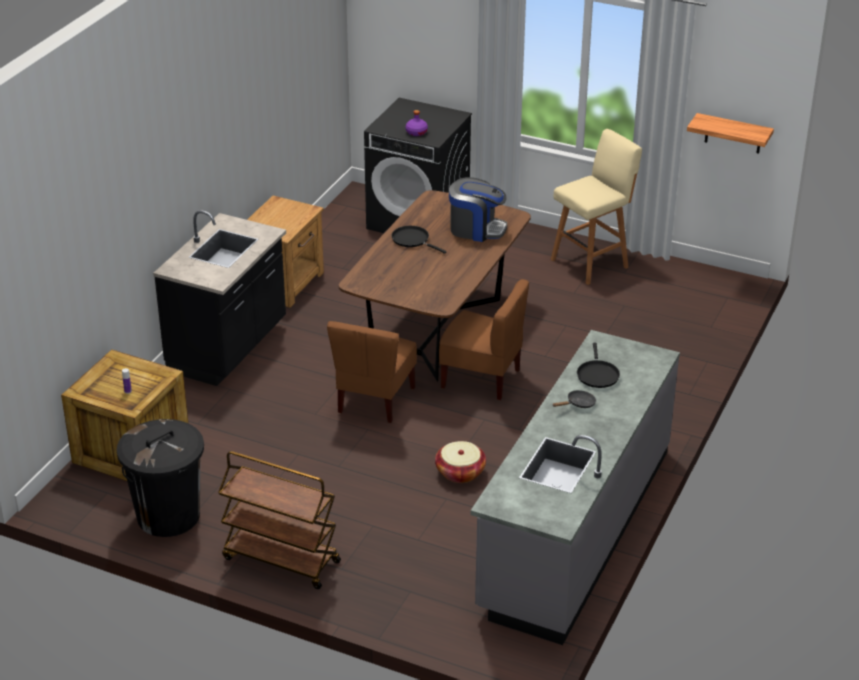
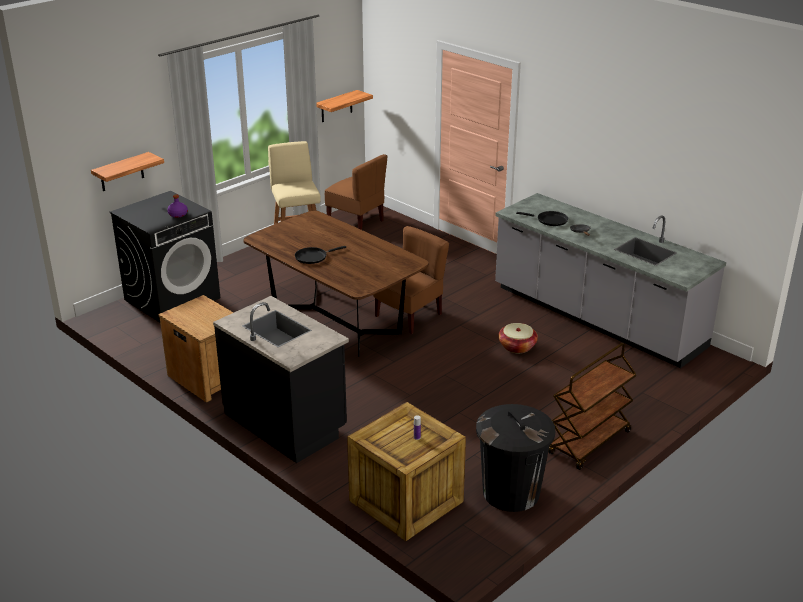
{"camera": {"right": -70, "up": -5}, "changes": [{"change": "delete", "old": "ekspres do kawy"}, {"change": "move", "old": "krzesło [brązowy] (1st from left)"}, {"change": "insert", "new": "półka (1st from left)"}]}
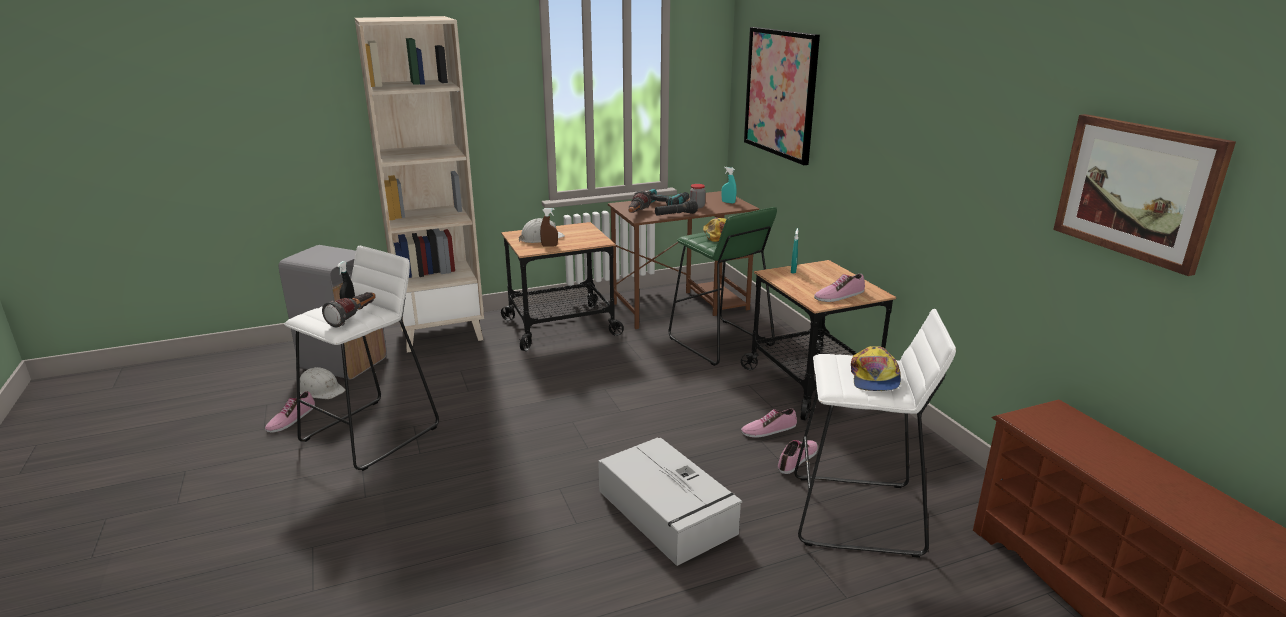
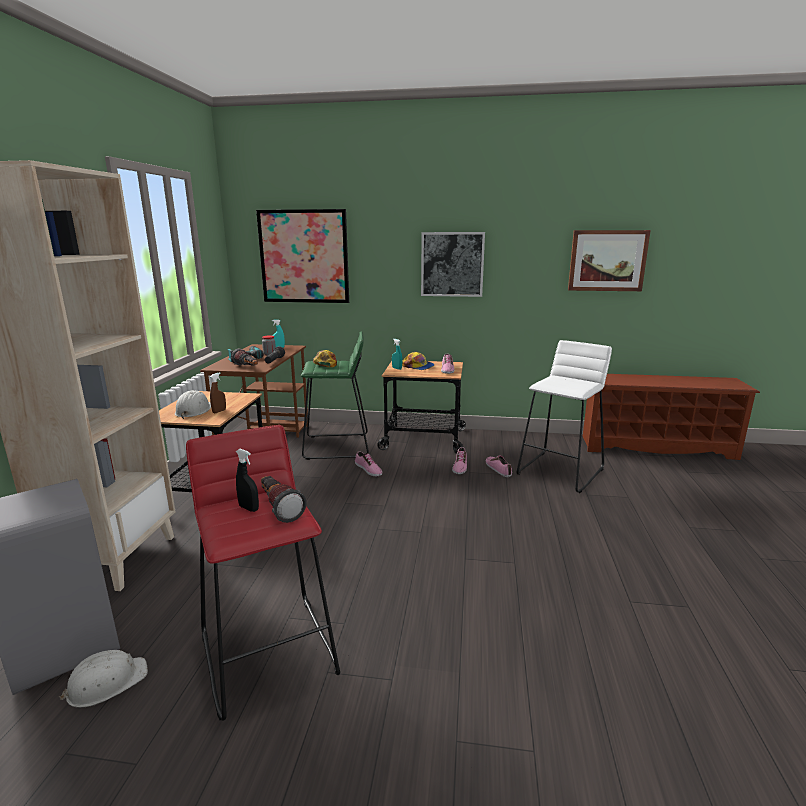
{"camera": {"right": -60, "up": -5}, "changes": [{"change": "recolor", "old": "stołek [biały] (1st from left)", "new": "stołek [czerwony]"}, {"change": "move", "old": "czapka z daszkiem (2nd from left)"}, {"change": "move", "old": "but (1st from left)"}, {"change": "delete", "old": "pojemnik do przechowywania [szary]"}, {"change": "insert", "new": "obraz (2nd from left)"}]}
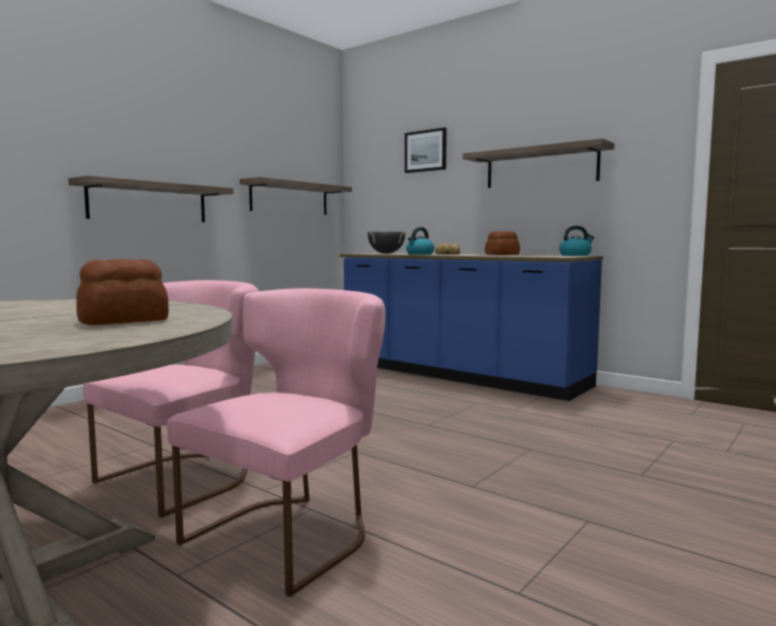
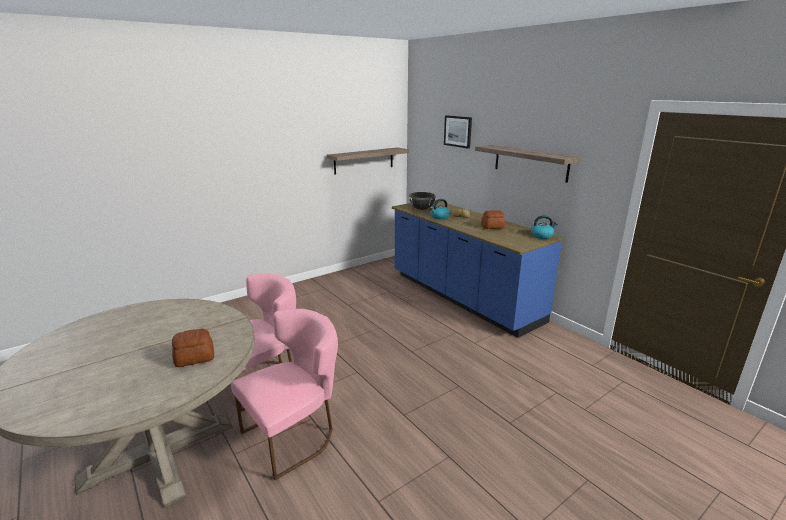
{"camera": {"right": 15, "up": 15}, "changes": [{"change": "delete", "old": "półka (1st from left)"}]}
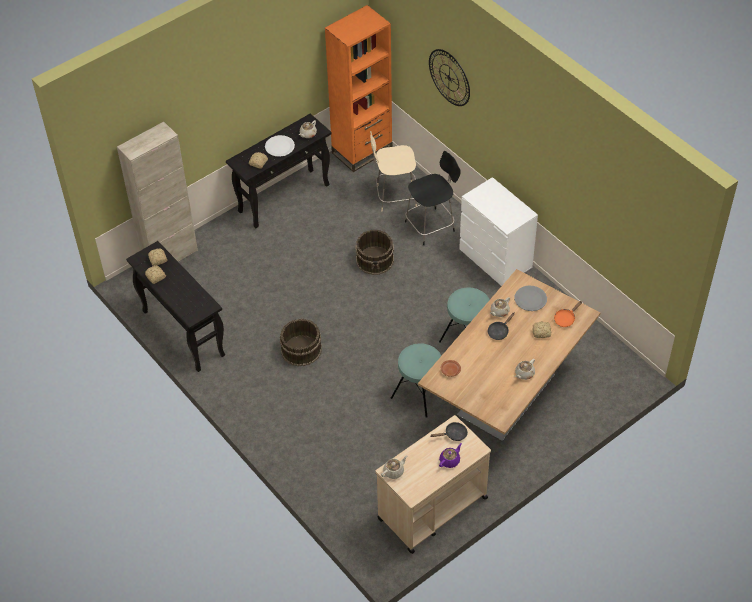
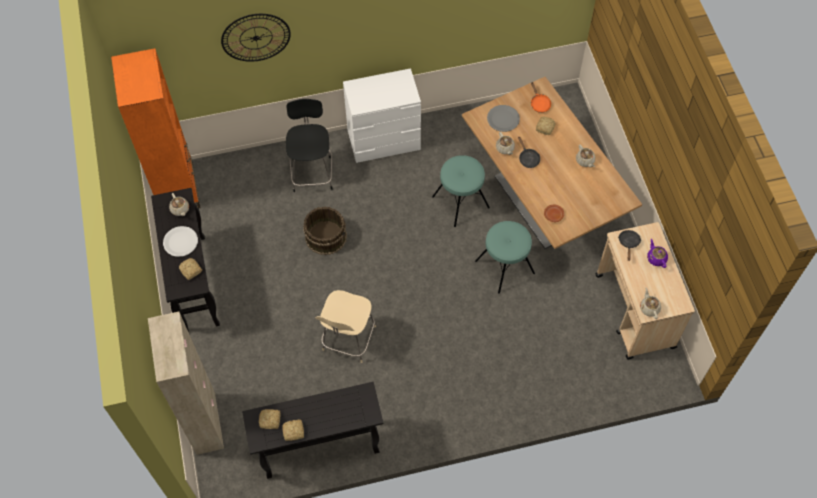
{"camera": {"right": -65, "up": 10}, "changes": [{"change": "move", "old": "krzesło [beżowy]"}, {"change": "delete", "old": "wiadro [brązowy] (1st from left)"}]}
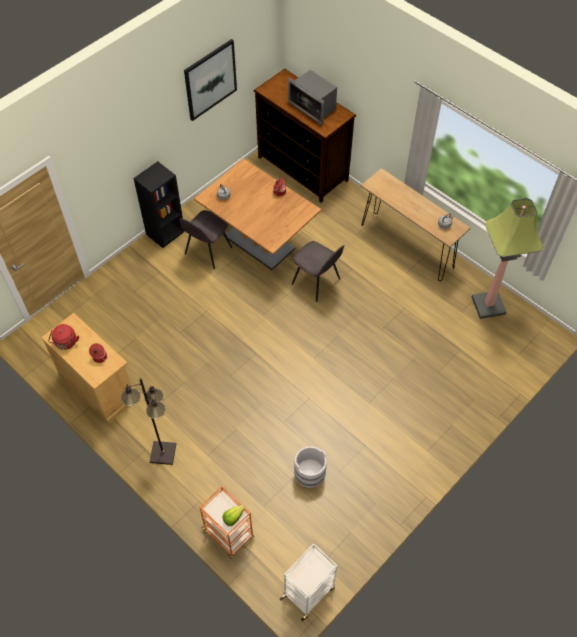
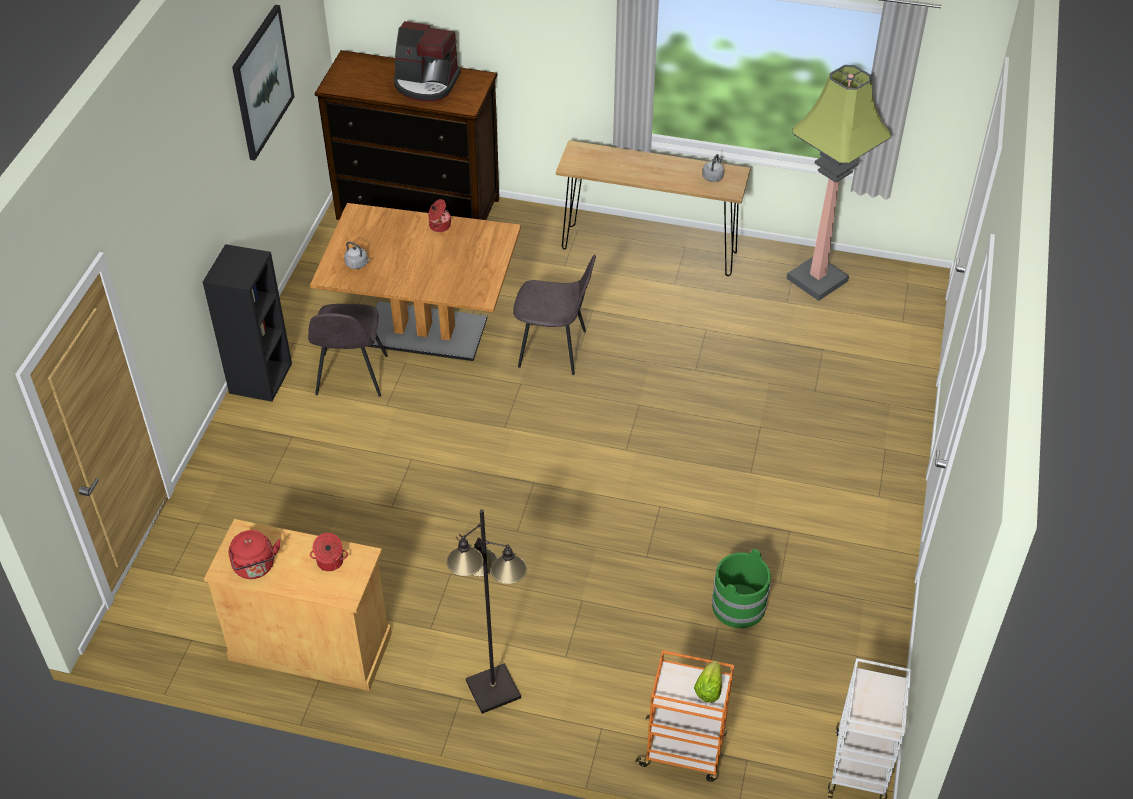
{"camera": {"right": -30, "up": -10}, "changes": [{"change": "replace", "old": "mikrofalówka", "new": "ekspres do kawy"}, {"change": "recolor", "old": "wiadro [biały]", "new": "wiadro [zielony]"}]}
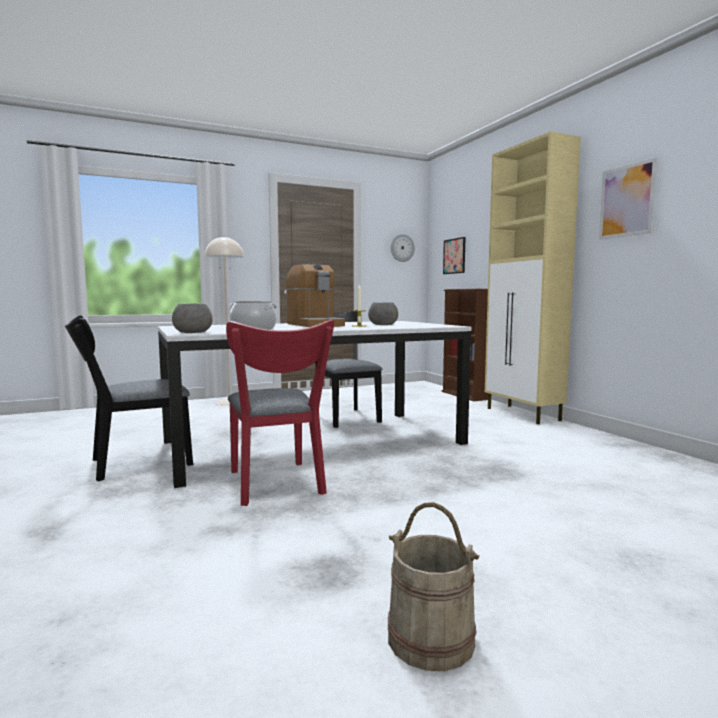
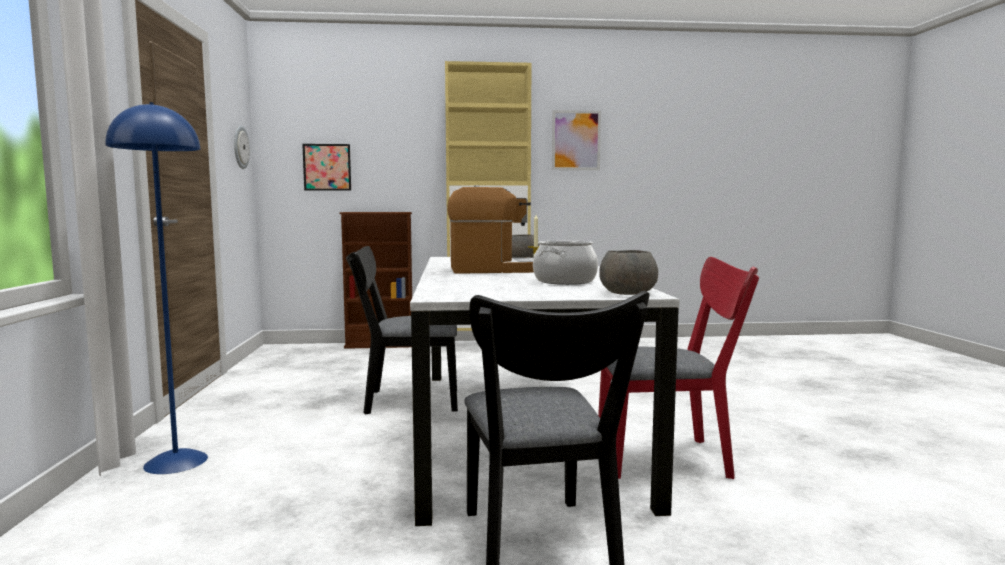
{"camera": {"right": -70, "up": 0}, "changes": [{"change": "recolor", "old": "lampa stojąca [beżowy]", "new": "lampa stojąca [niebieski]"}, {"change": "delete", "old": "wiadro [beżowy]"}]}
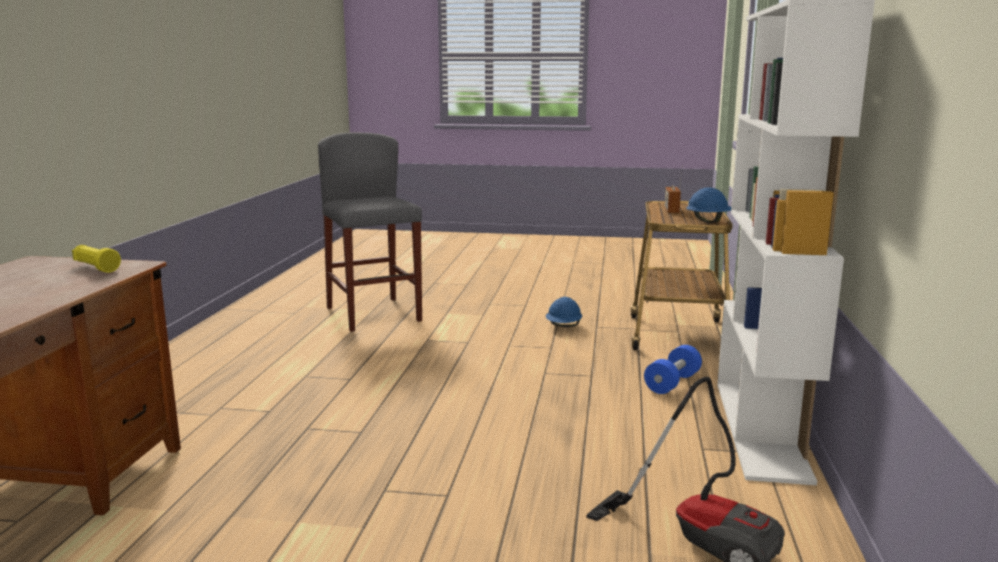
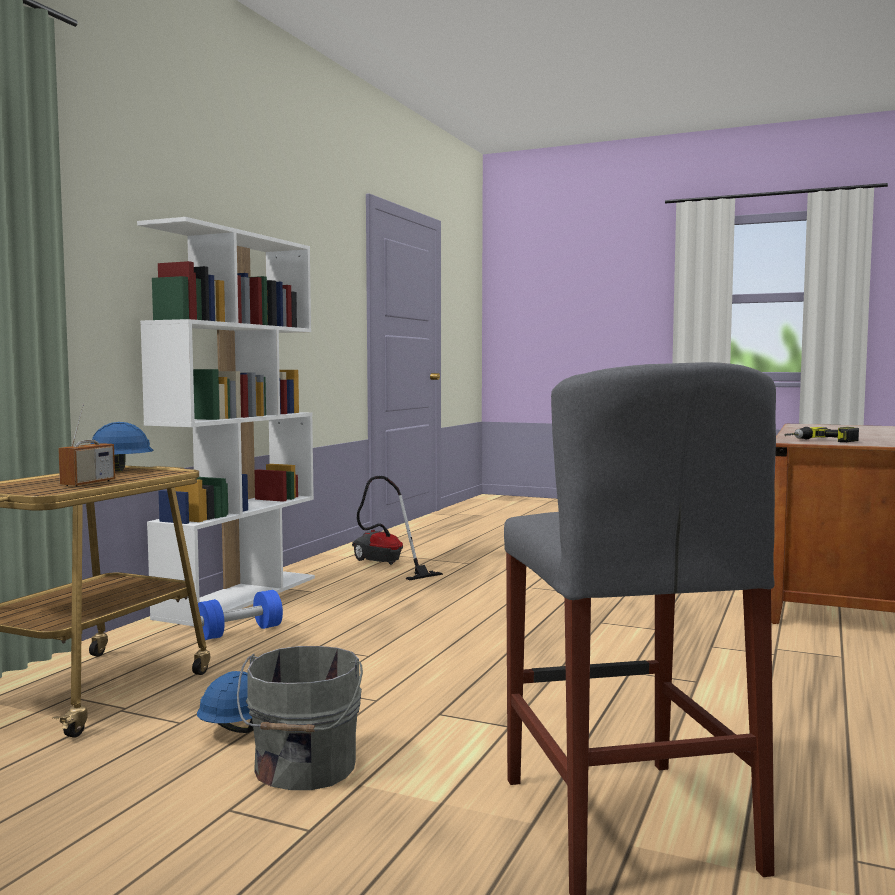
{"camera": {"right": -165, "up": -10}, "changes": [{"change": "replace", "old": "latarka [żółty]", "new": "wiertarka"}, {"change": "insert", "new": "wiadro [szary]"}]}
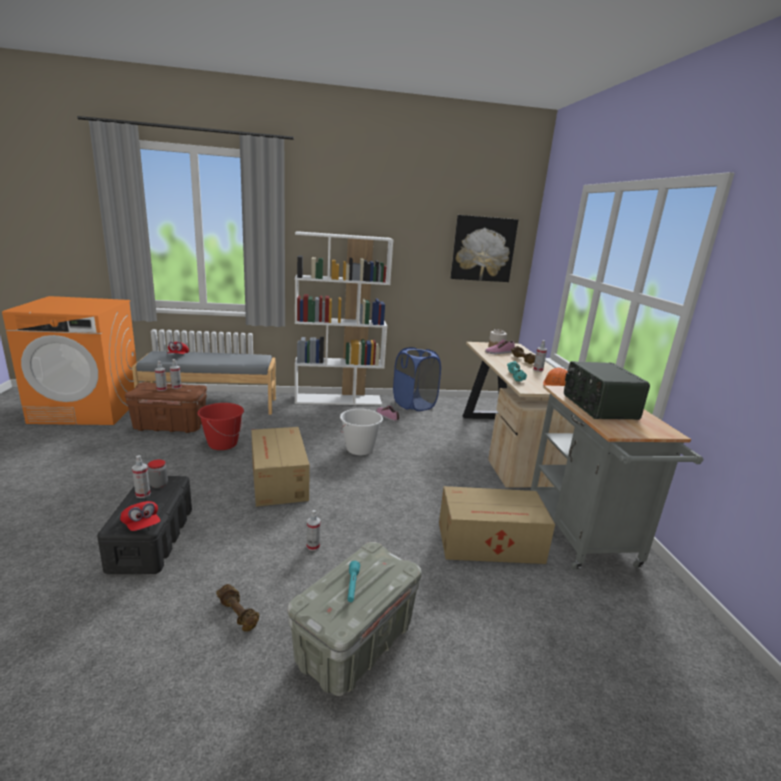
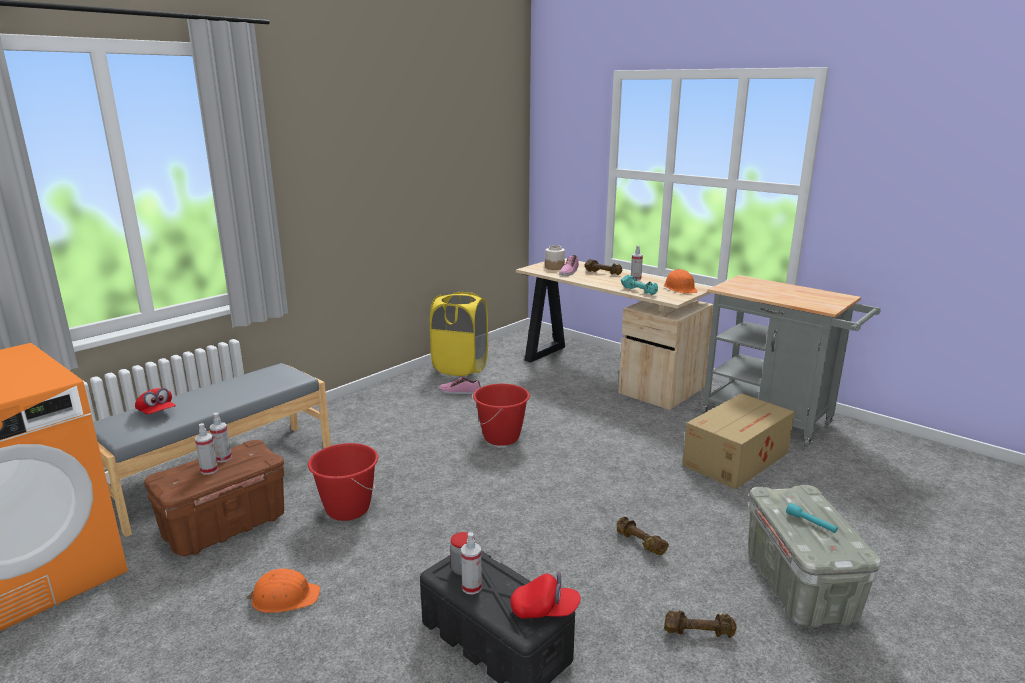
{"camera": {"right": -40, "up": 0}, "changes": [{"change": "delete", "old": "obraz"}, {"change": "delete", "old": "regał [biały]"}, {"change": "recolor", "old": "kosz na pranie [niebieski]", "new": "kosz na pranie [żółty]"}, {"change": "delete", "old": "radio"}, {"change": "recolor", "old": "wiadro [biały]", "new": "wiadro [czerwony] (2nd from left)"}, {"change": "delete", "old": "karton (1st from left)"}, {"change": "replace", "old": "spryskiwacz (4th from left)", "new": "hantel [brązowy] (2nd from left)"}, {"change": "insert", "new": "kask [pomarańczowy] (1st from left)"}]}
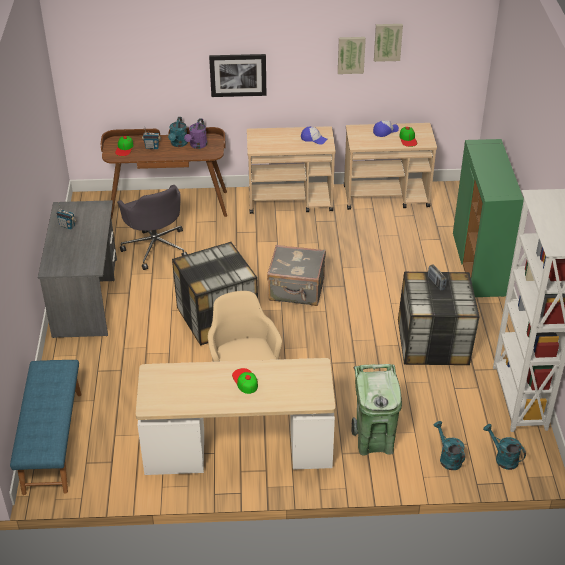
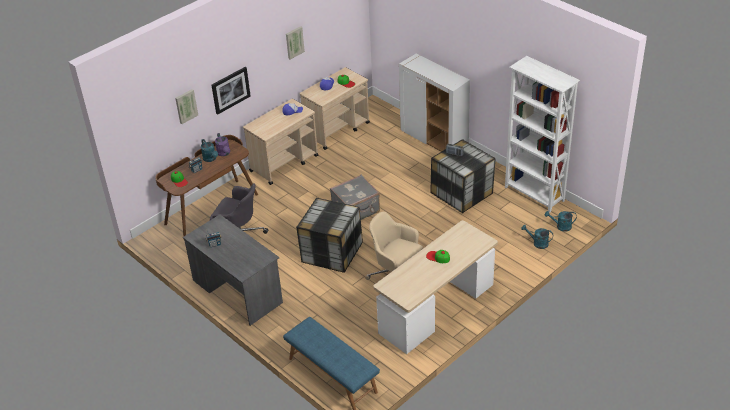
{"camera": {"right": -40, "up": 0}, "changes": [{"change": "move", "old": "obraz (3rd from left in the first image)", "new": "obraz (1st from left)"}, {"change": "recolor", "old": "szafka [zielony]", "new": "szafka [biały]"}, {"change": "delete", "old": "kosz na śmieci [zielony]"}]}
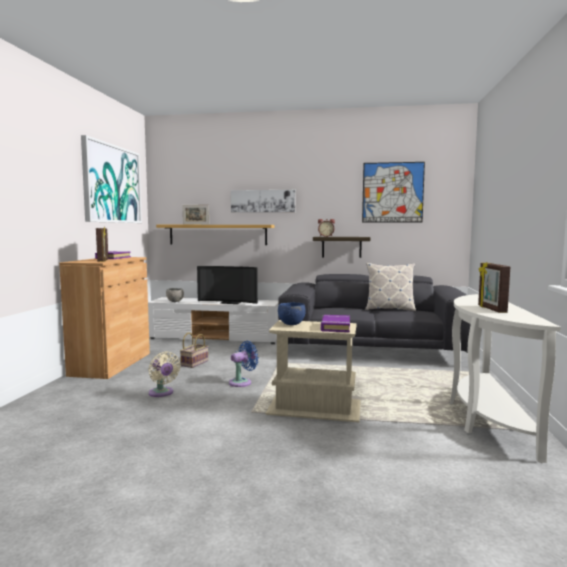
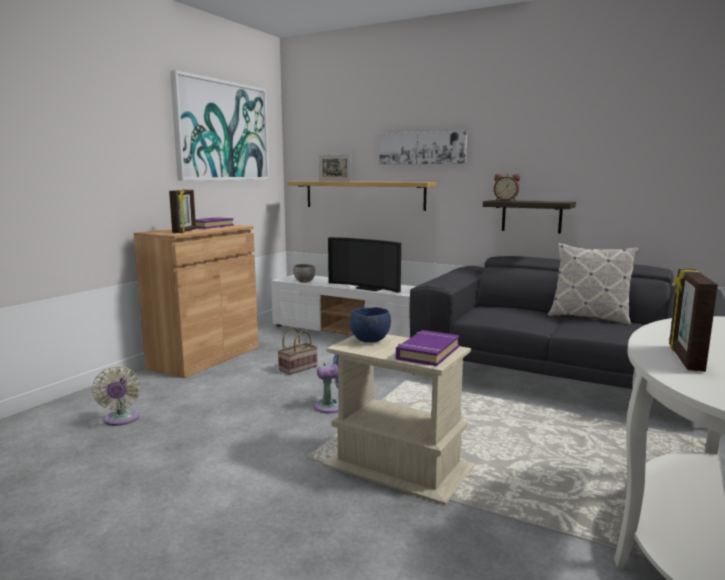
{"camera": {"right": 20, "up": 5}, "changes": [{"change": "delete", "old": "obraz (3rd from left)"}, {"change": "move", "old": "wentylator [beżowy]"}]}
